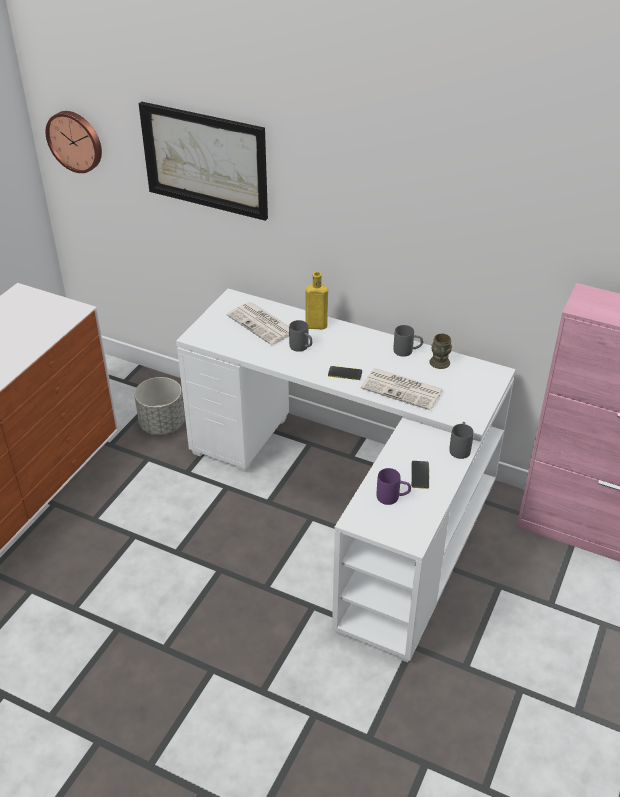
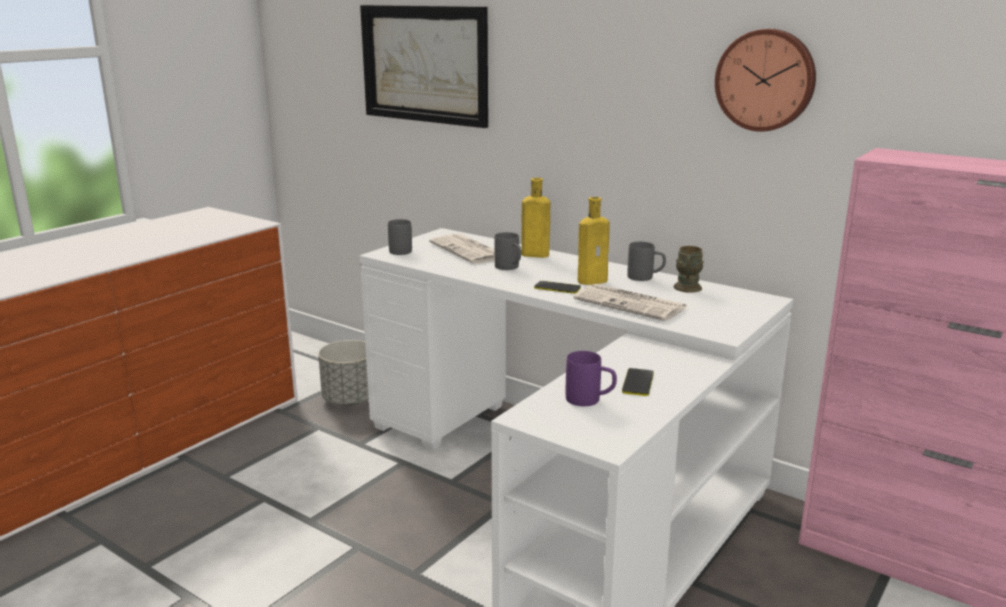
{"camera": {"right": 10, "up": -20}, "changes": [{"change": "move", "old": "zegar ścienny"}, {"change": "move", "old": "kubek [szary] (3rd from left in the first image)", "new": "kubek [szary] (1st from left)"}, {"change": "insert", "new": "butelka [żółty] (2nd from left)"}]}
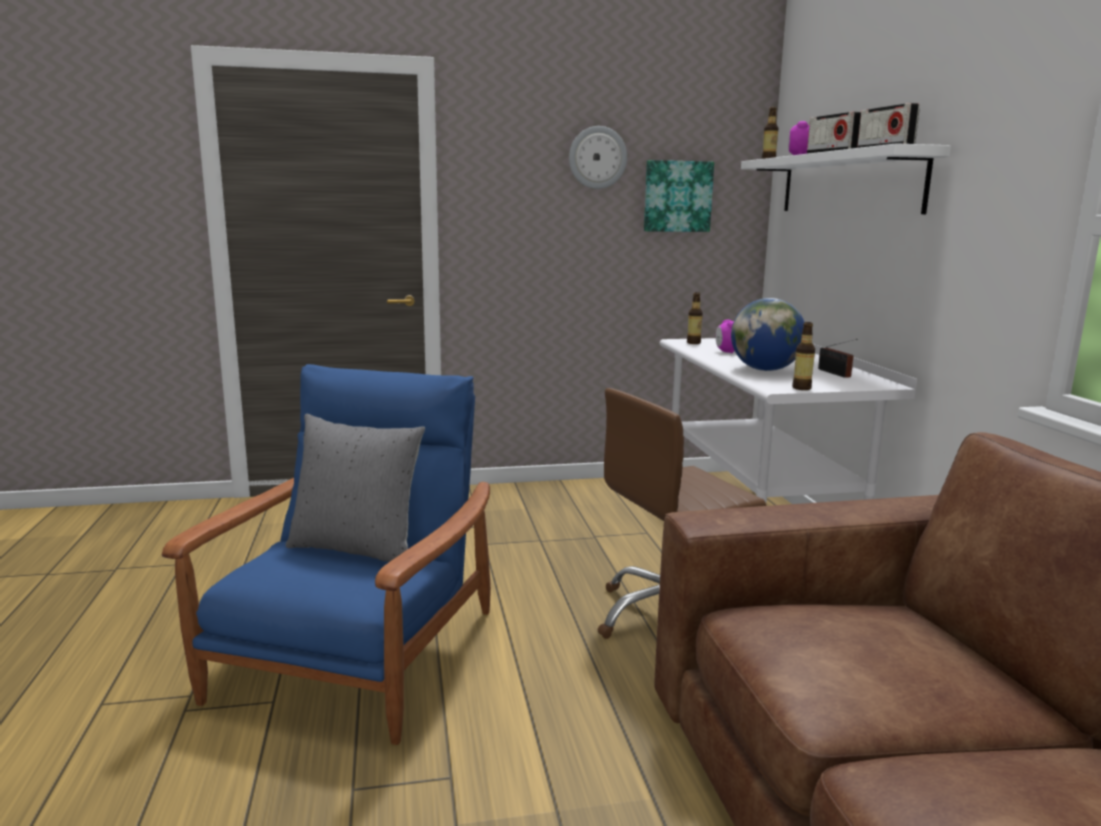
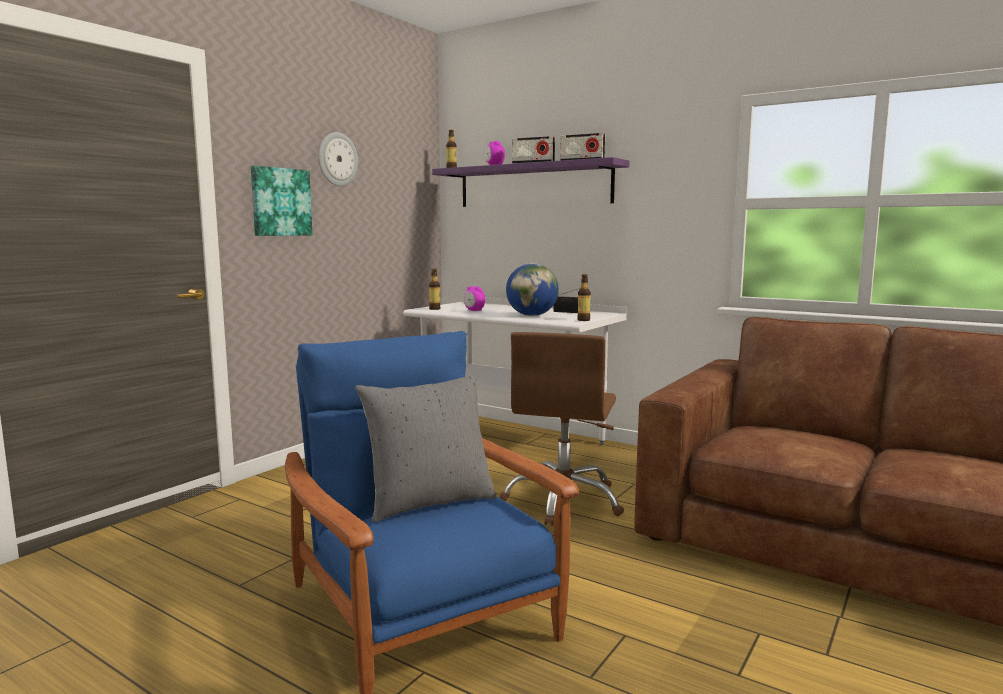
{"camera": {"right": -45, "up": -5}, "changes": [{"change": "recolor", "old": "półka [biały]", "new": "półka [fioletowy]"}, {"change": "move", "old": "obraz"}]}
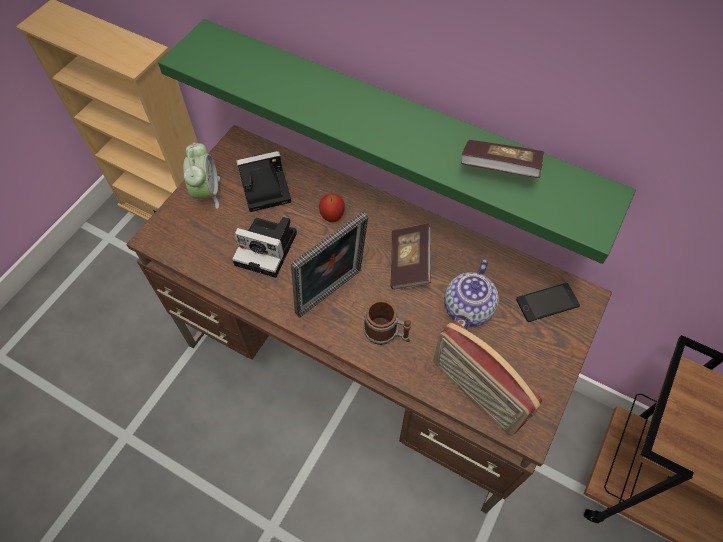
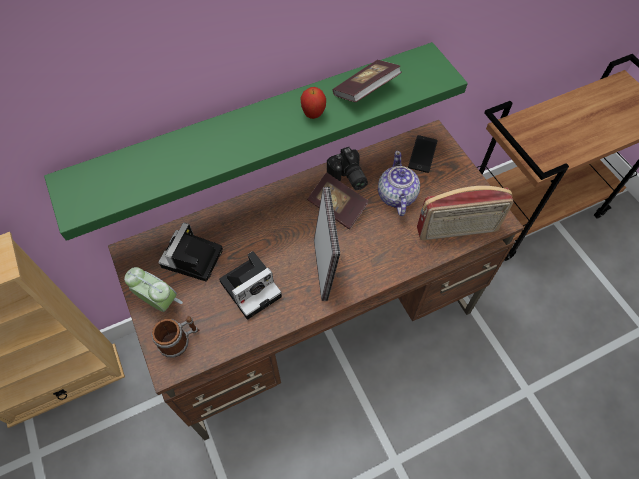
{"camera": {"right": -55, "up": 0}, "changes": [{"change": "move", "old": "jabłko"}, {"change": "rotate", "old": "imbryk", "degrees": -150}, {"change": "move", "old": "kubek"}, {"change": "insert", "new": "aparat fotograficzny (3rd from left)"}]}
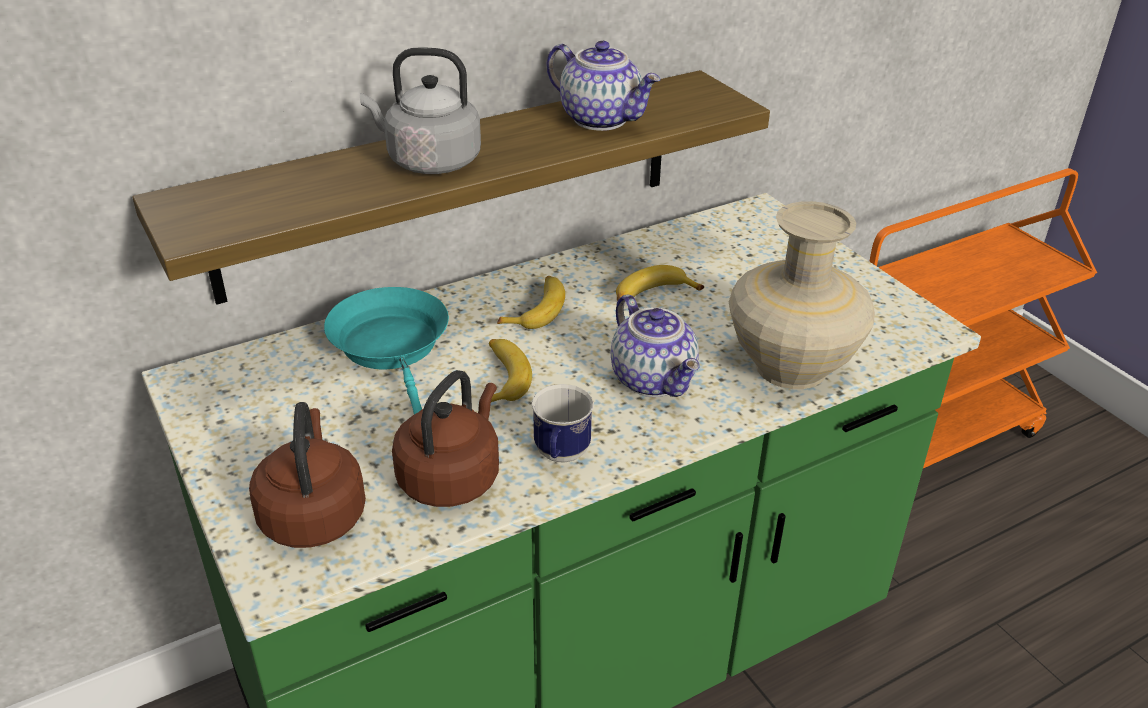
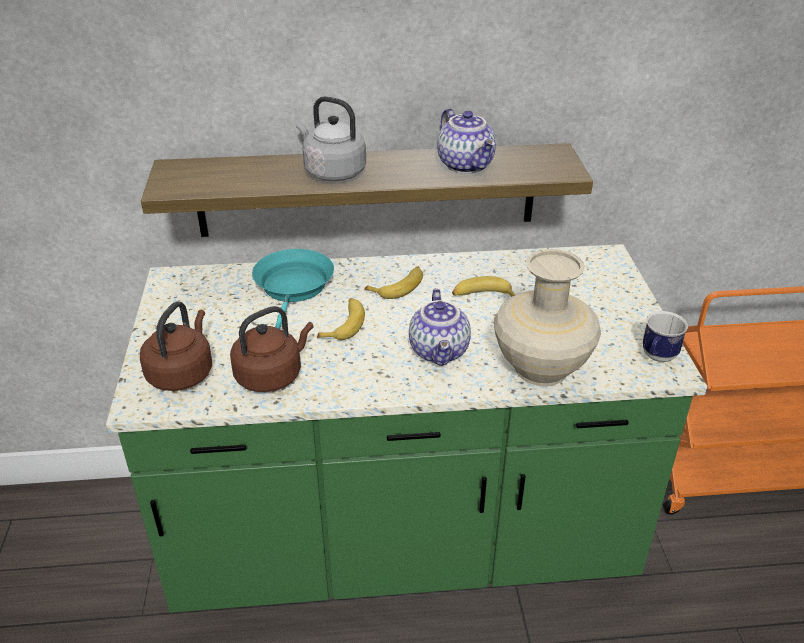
{"camera": {"right": 25, "up": 0}, "changes": [{"change": "move", "old": "kubek"}]}
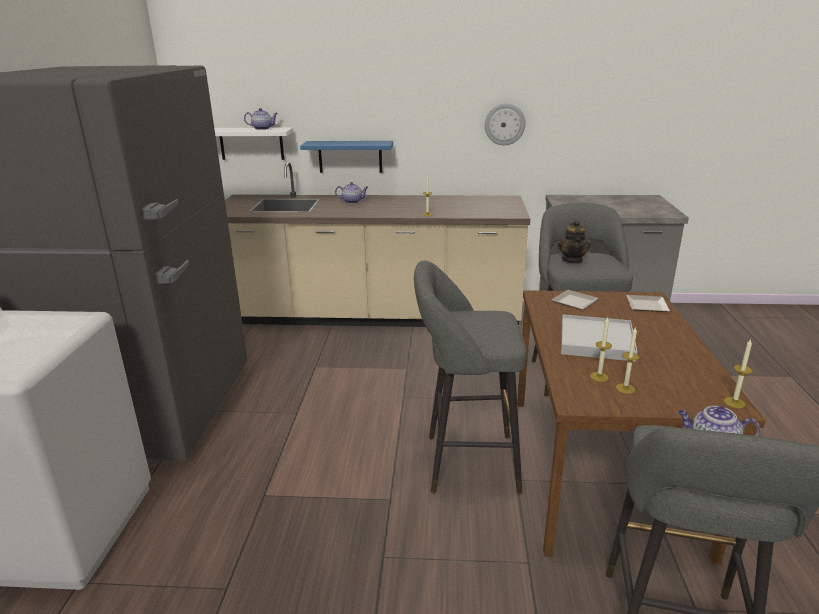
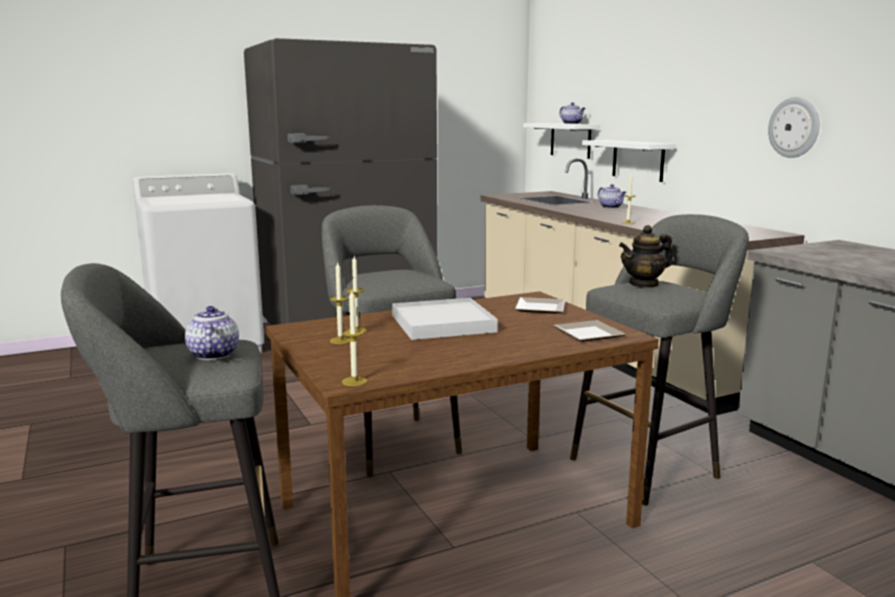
{"camera": {"right": 60, "up": -10}, "changes": [{"change": "recolor", "old": "półka [niebieski]", "new": "półka [biały] (2nd from left)"}]}
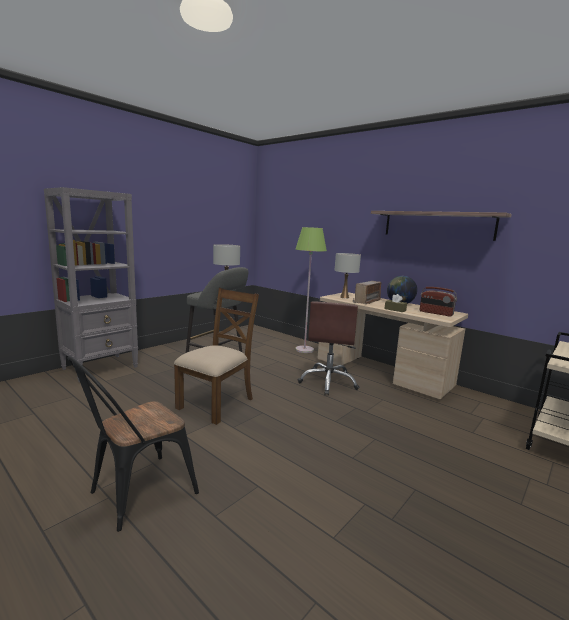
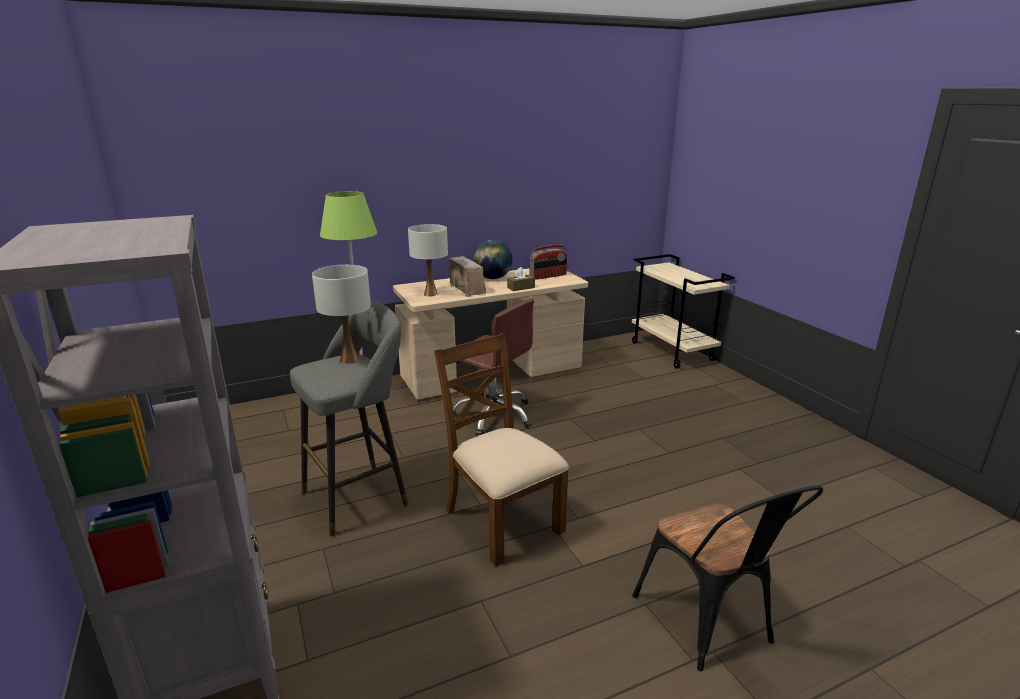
{"camera": {"right": -65, "up": 10}, "changes": [{"change": "delete", "old": "półka"}]}
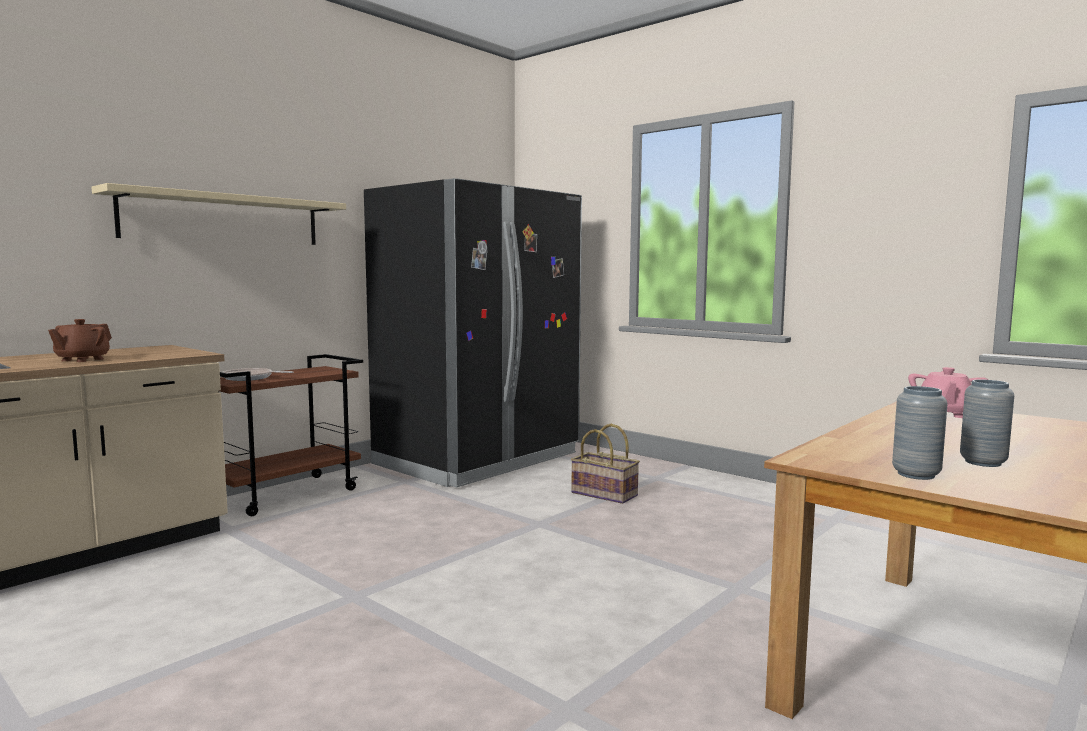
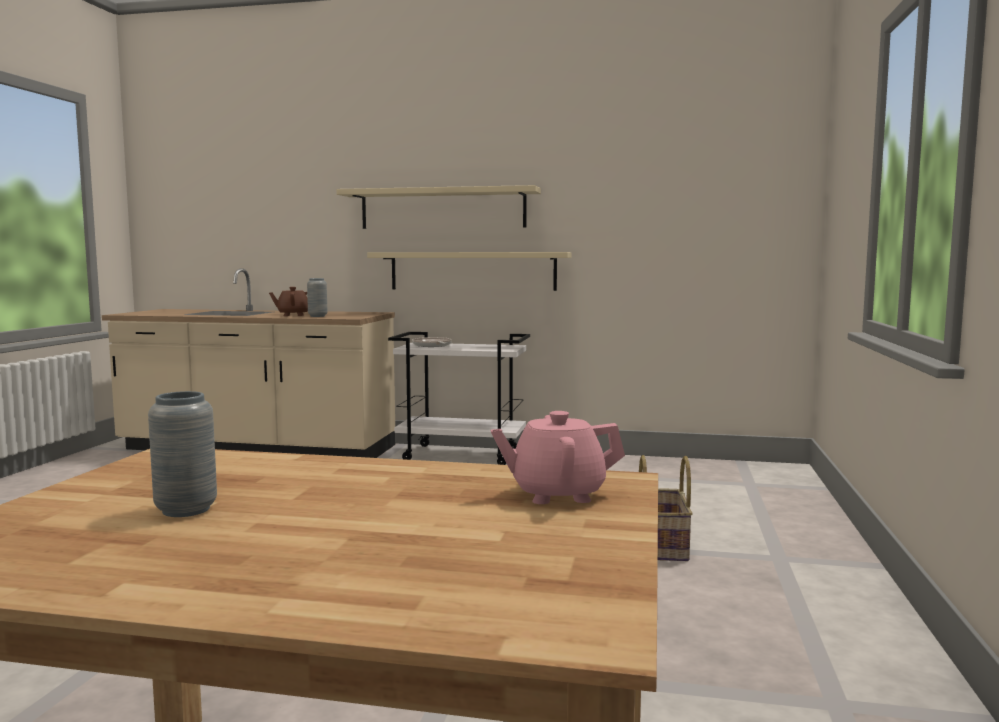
{"camera": {"right": 60, "up": 0}, "changes": [{"change": "delete", "old": "lodówka [czarny]"}, {"change": "recolor", "old": "wózek [brązowy]", "new": "wózek [biały]"}, {"change": "move", "old": "wazon [szary] (1st from left in the first image)", "new": "wazon [szary] (2nd from left)"}, {"change": "insert", "new": "półka [beżowy] (2nd from left)"}]}
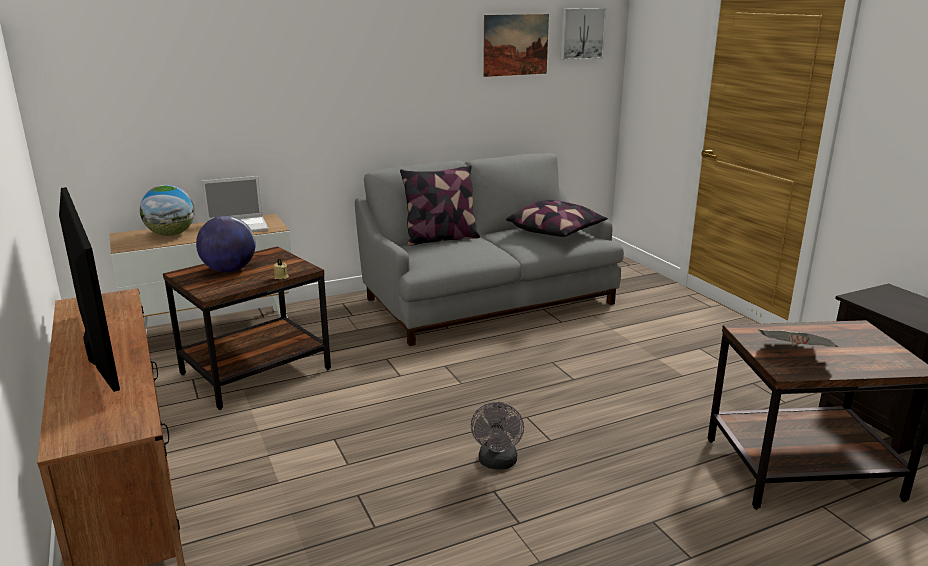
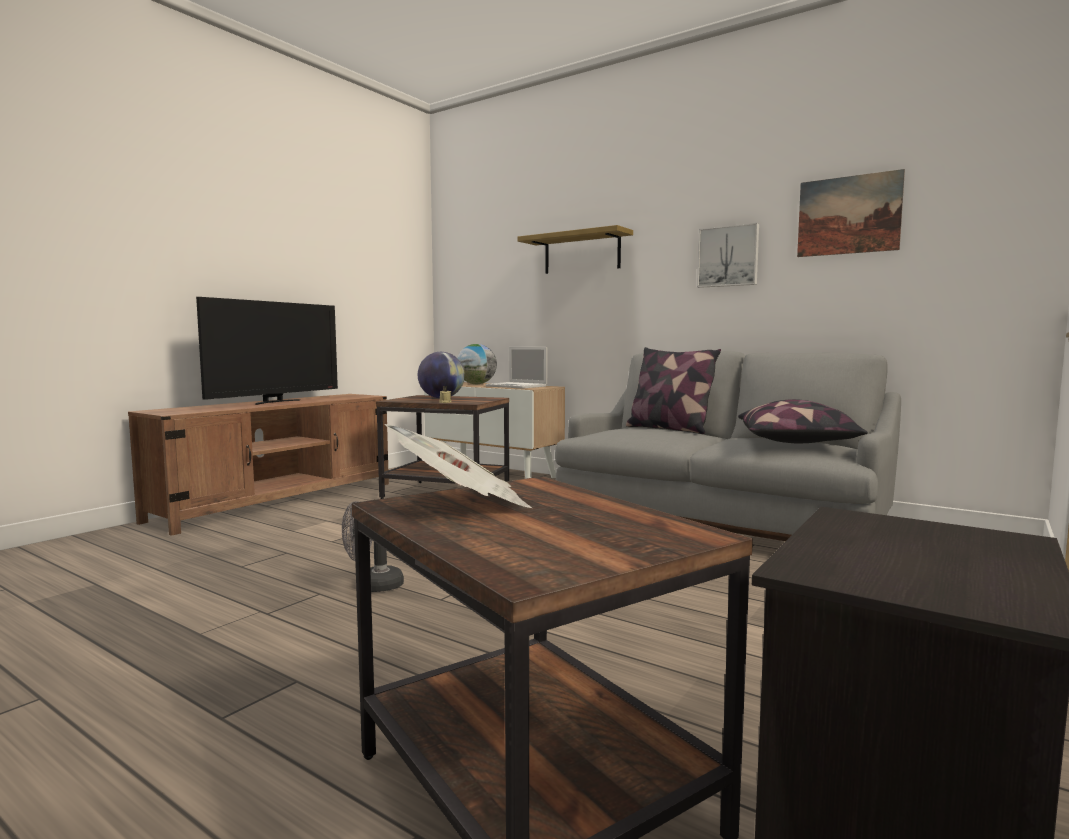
{"camera": {"right": 60, "up": -15}, "changes": [{"change": "move", "old": "obraz (2nd from left in the first image)", "new": "obraz (1st from left)"}, {"change": "insert", "new": "półka"}]}
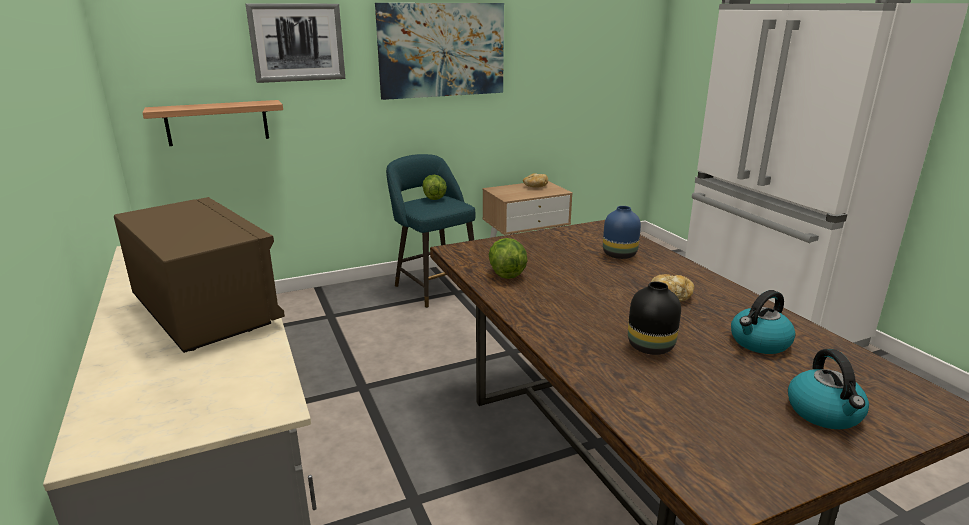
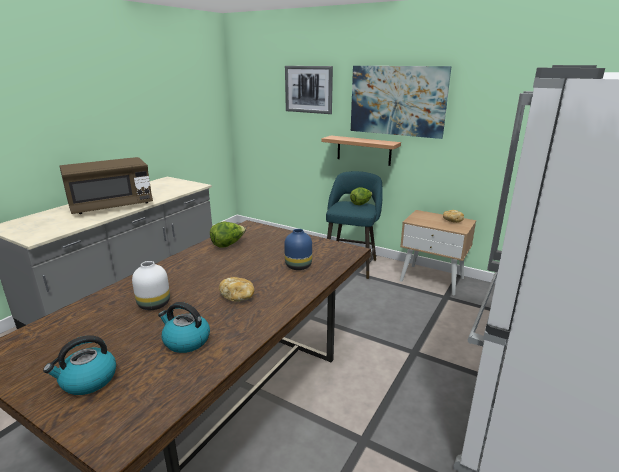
{"camera": {"right": 55, "up": 0}, "changes": [{"change": "move", "old": "półka"}, {"change": "rotate", "old": "mikrofalówka [brązowy]", "degrees": 45}, {"change": "recolor", "old": "wazon [czarny]", "new": "wazon [biały]"}]}
